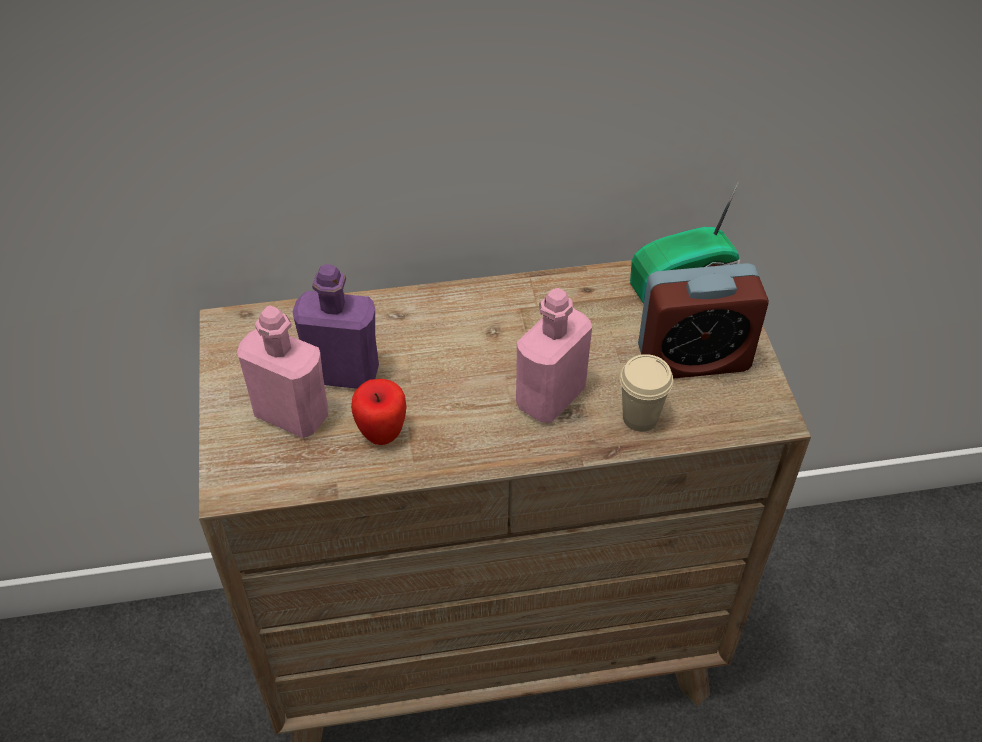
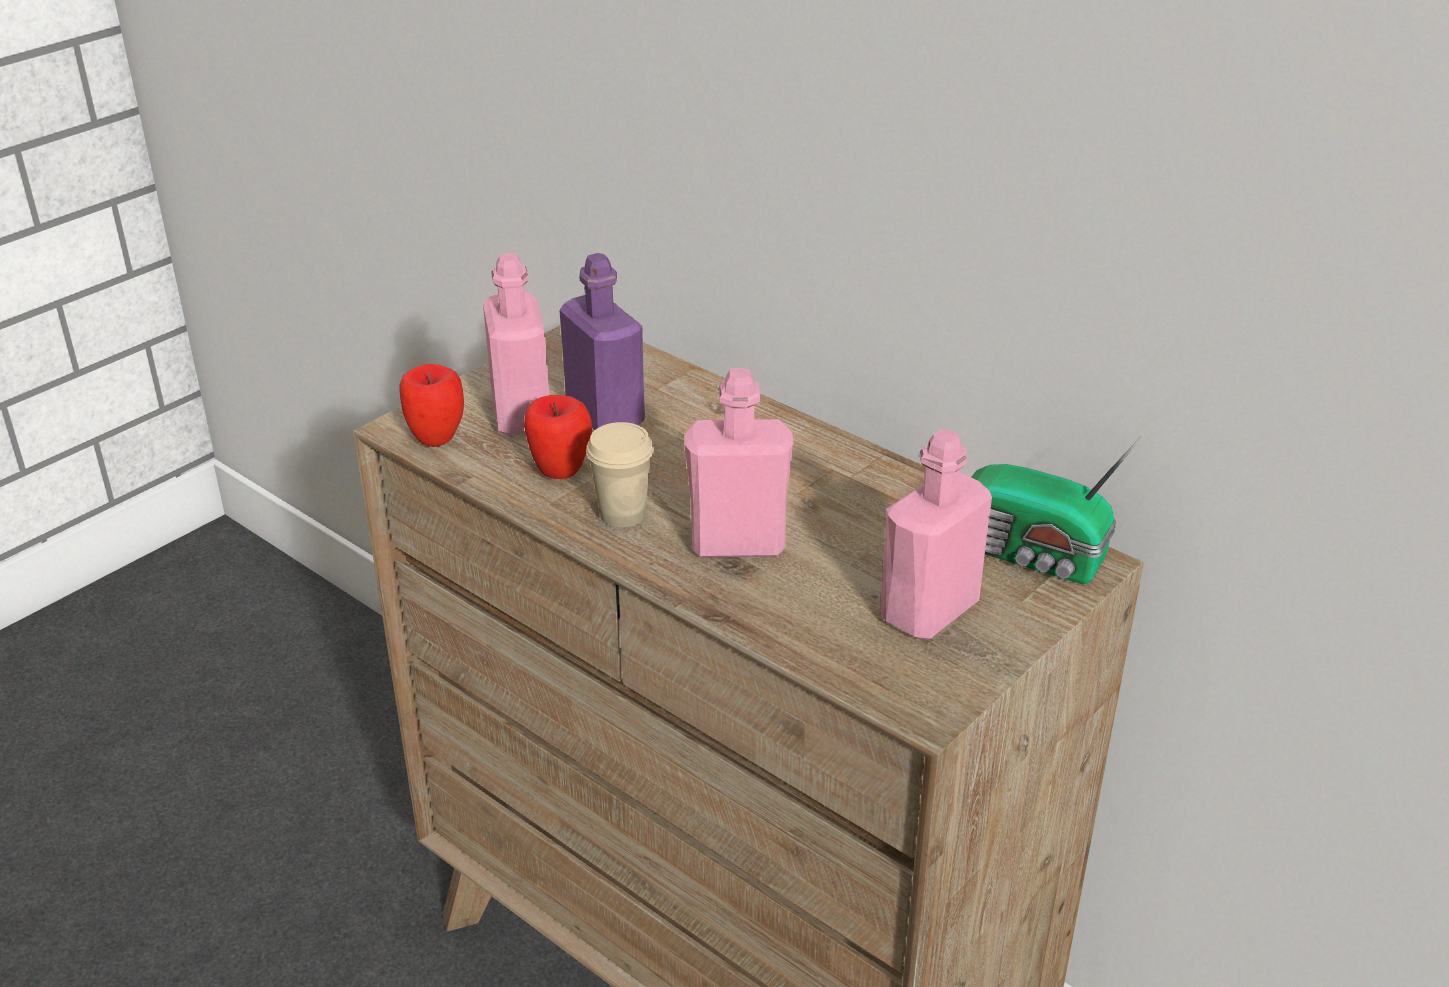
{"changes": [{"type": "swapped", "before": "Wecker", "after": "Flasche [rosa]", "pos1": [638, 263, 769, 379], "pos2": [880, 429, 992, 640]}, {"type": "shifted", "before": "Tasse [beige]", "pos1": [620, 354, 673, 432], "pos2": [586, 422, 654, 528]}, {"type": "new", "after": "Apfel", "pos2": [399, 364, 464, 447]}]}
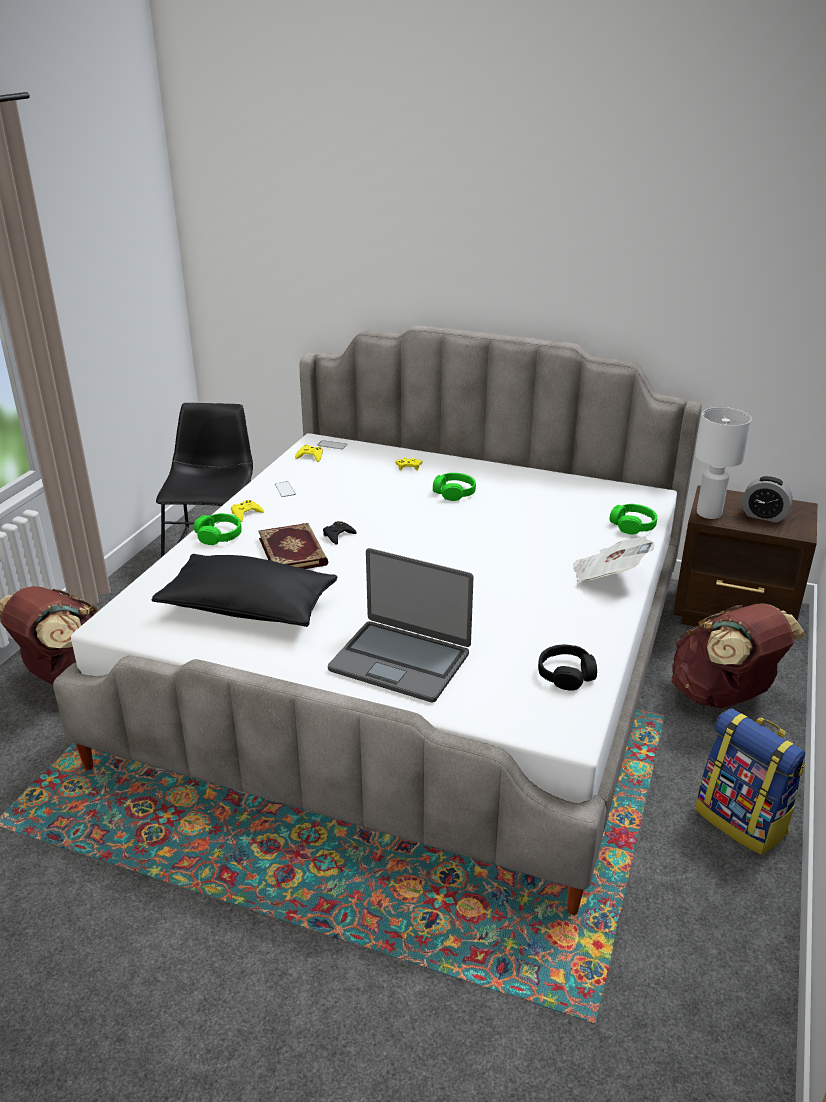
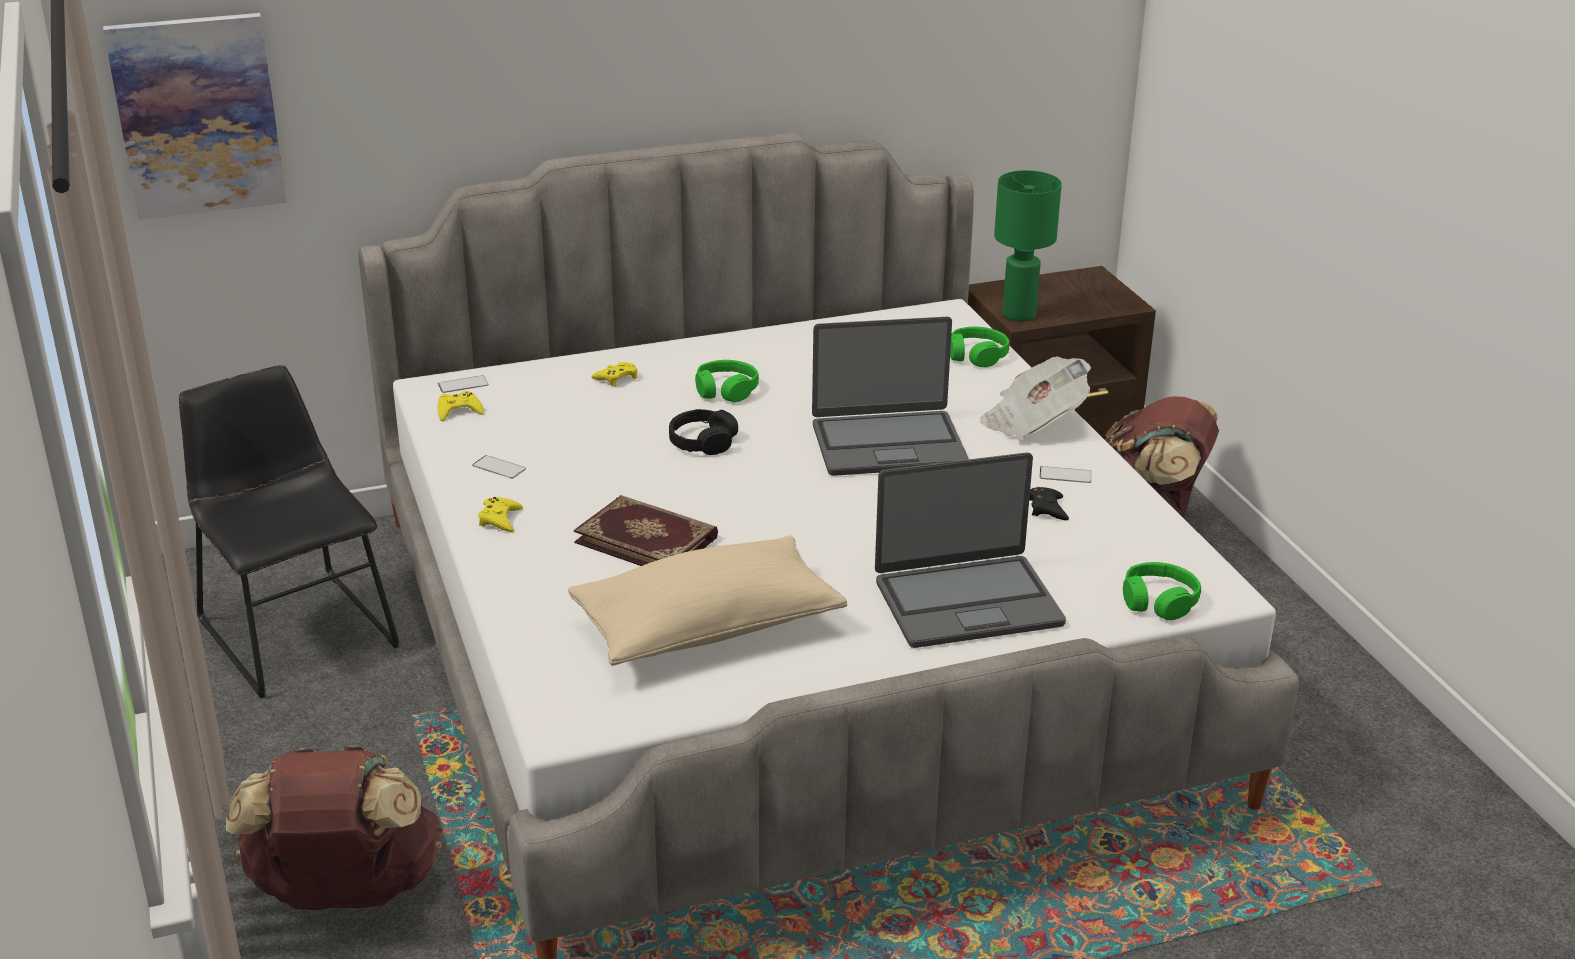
{"changes": [{"type": "repainted", "before": "Tischlampe [weiß]", "after": "Tischlampe [grün]", "pos1": [695, 407, 752, 519], "pos2": [994, 170, 1062, 321]}, {"type": "gone", "before": "Wecker", "pos1": [742, 476, 793, 523]}, {"type": "shifted", "before": "Kopfhörer [grün]", "pos1": [194, 513, 242, 545], "pos2": [1123, 562, 1201, 620]}, {"type": "shifted", "before": "Gamepad [schwarz]", "pos1": [323, 521, 357, 545], "pos2": [1029, 487, 1069, 520]}, {"type": "repainted", "before": "Kissen [schwarz]", "after": "Kissen [beige]", "pos1": [152, 554, 337, 627], "pos2": [568, 535, 847, 666]}, {"type": "shifted", "before": "Kopfhörer [schwarz]", "pos1": [538, 645, 597, 691], "pos2": [669, 409, 738, 455]}, {"type": "gone", "before": "Rucksack", "pos1": [695, 708, 806, 855]}, {"type": "new", "after": "Bild", "pos2": [103, 13, 287, 220]}, {"type": "new", "after": "Laptop", "pos2": [812, 317, 969, 476]}, {"type": "new", "after": "Handy", "pos2": [1039, 466, 1092, 483]}]}
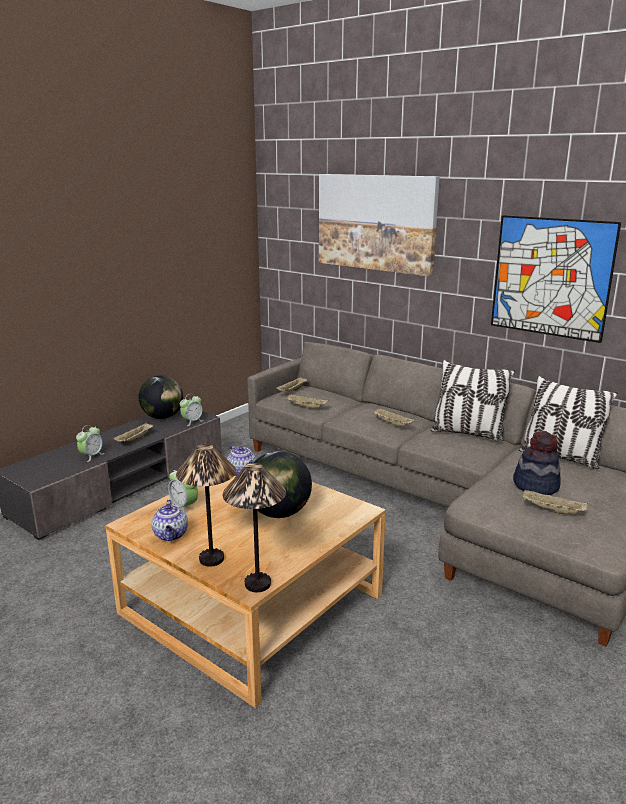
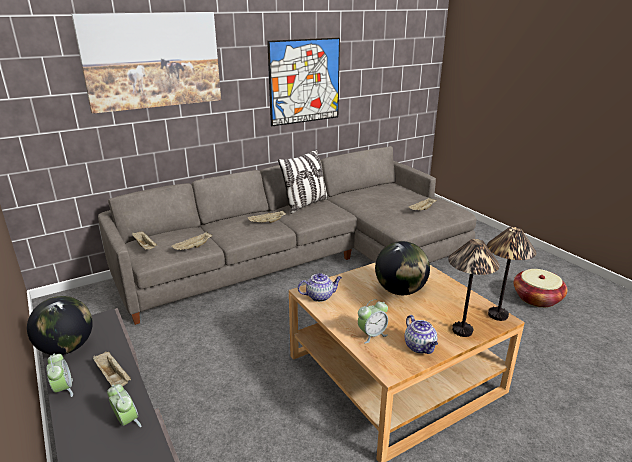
{"changes": [{"type": "gone", "before": "Kissen", "pos1": [518, 376, 618, 470]}, {"type": "shifted", "before": "Wecker", "pos1": [180, 394, 204, 426], "pos2": [47, 353, 73, 397]}, {"type": "gone", "before": "Hut", "pos1": [513, 431, 560, 495]}, {"type": "rotated", "before": "Teekanne", "pos1": [151, 500, 188, 541], "pos2": [404, 315, 438, 354], "turn": 60}, {"type": "new", "after": "Korb", "pos2": [514, 269, 568, 308]}]}
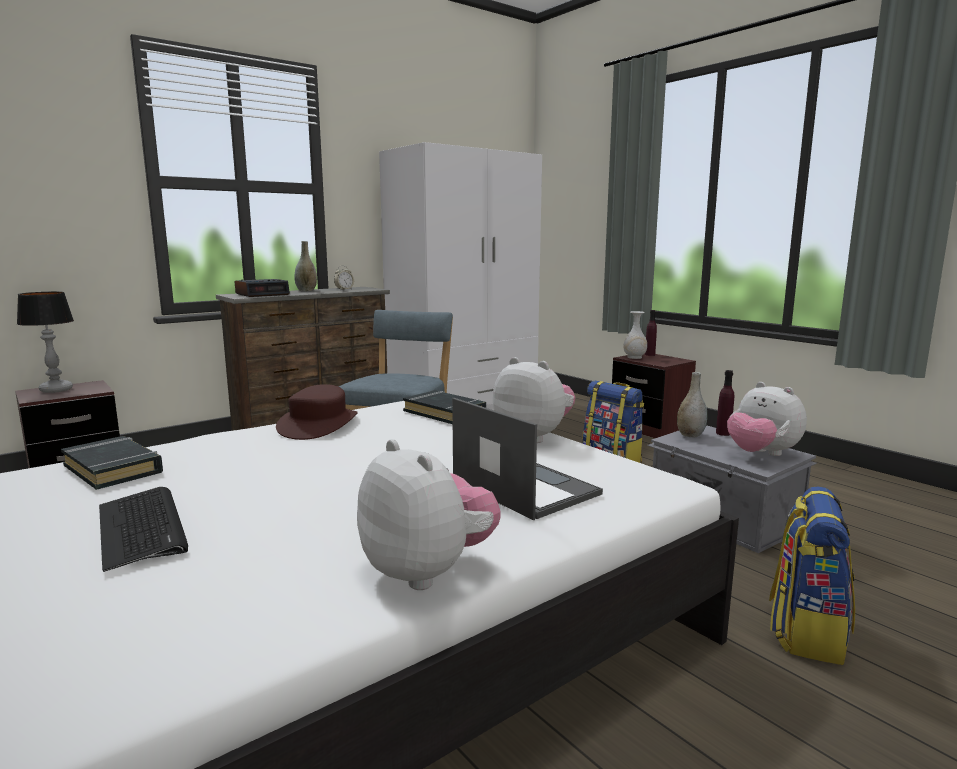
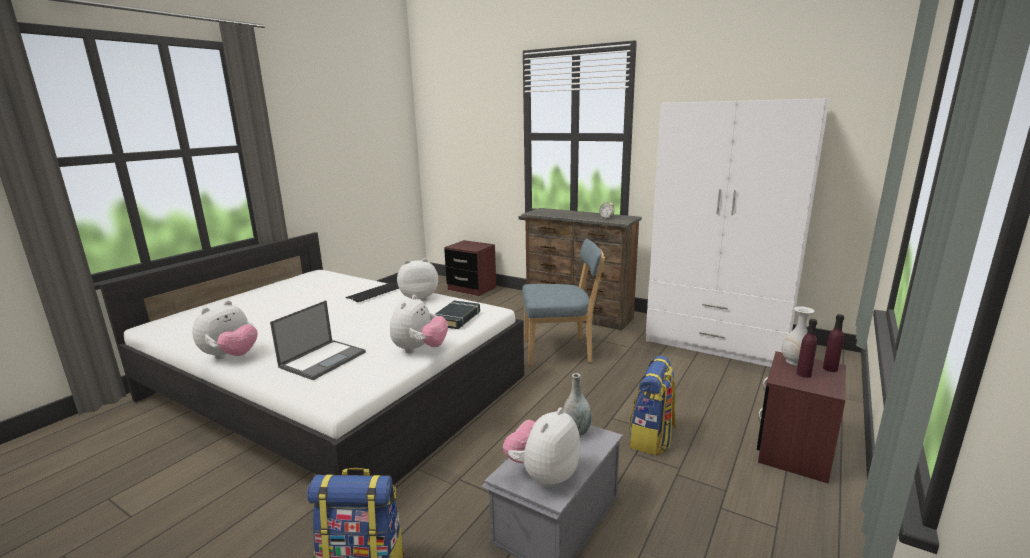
{"changes": [{"type": "gone", "before": "Vase [grau]", "pos1": [294, 241, 317, 291]}, {"type": "gone", "before": "Wecker", "pos1": [235, 279, 290, 297]}, {"type": "gone", "before": "Tischlampe", "pos1": [17, 292, 74, 393]}, {"type": "shifted", "before": "Flasche [lila]", "pos1": [716, 370, 734, 436], "pos2": [797, 319, 817, 378]}, {"type": "swapped", "before": "Hut [braun]", "after": "Plüschtier", "pos1": [276, 384, 358, 440], "pos2": [397, 258, 438, 301]}, {"type": "gone", "before": "Buch [schwarz]", "pos1": [61, 436, 163, 490]}, {"type": "shifted", "before": "Tastatur", "pos1": [99, 487, 188, 572], "pos2": [345, 283, 399, 302]}]}
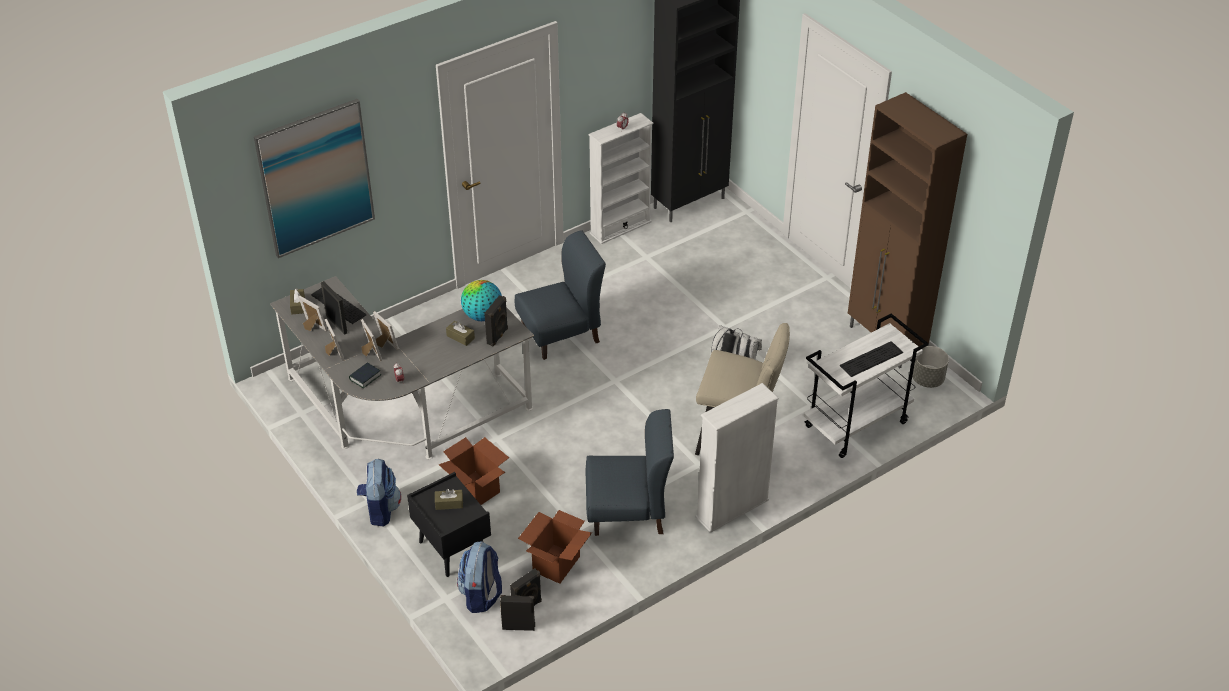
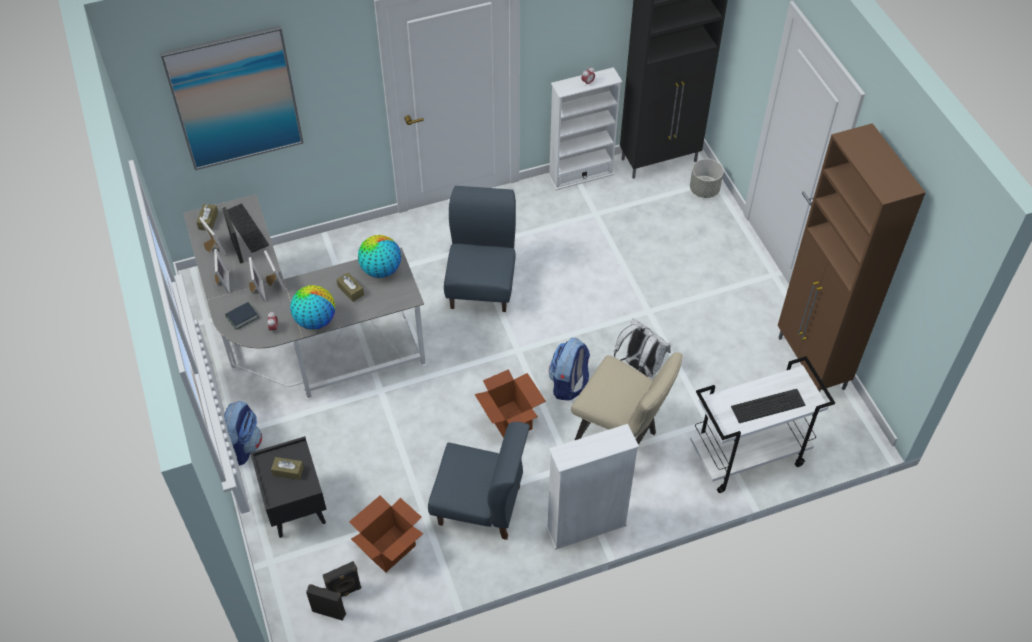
{"changes": [{"type": "rotated", "before": "Stuhl [blau]", "pos1": [515, 230, 606, 360], "pos2": [444, 186, 516, 312], "turn": -75}, {"type": "gone", "before": "Lautsprecher [schwarz]", "pos1": [485, 295, 508, 346]}, {"type": "shifted", "before": "Pflanzkübel [grau]", "pos1": [912, 346, 949, 388], "pos2": [690, 159, 724, 198]}, {"type": "shifted", "before": "Karton", "pos1": [439, 437, 509, 505], "pos2": [475, 369, 546, 438]}, {"type": "shifted", "before": "Rucksack", "pos1": [457, 542, 502, 613], "pos2": [549, 338, 590, 400]}, {"type": "new", "after": "Globus", "pos2": [290, 285, 335, 329]}]}
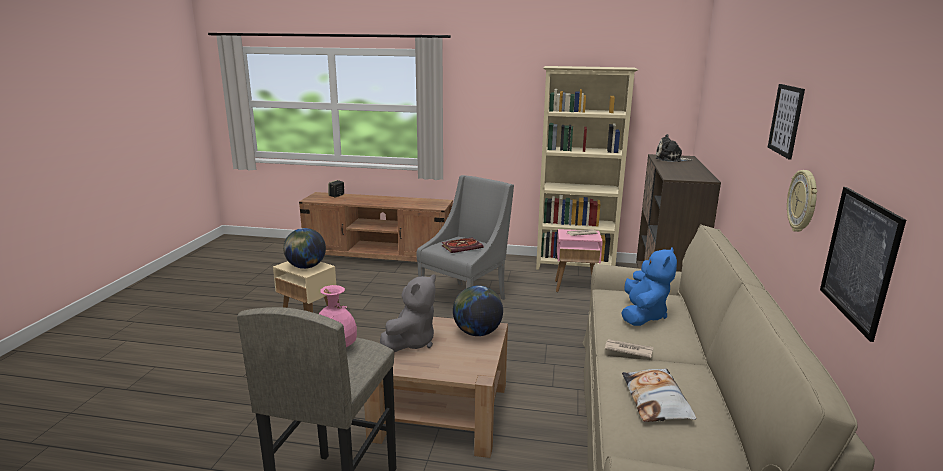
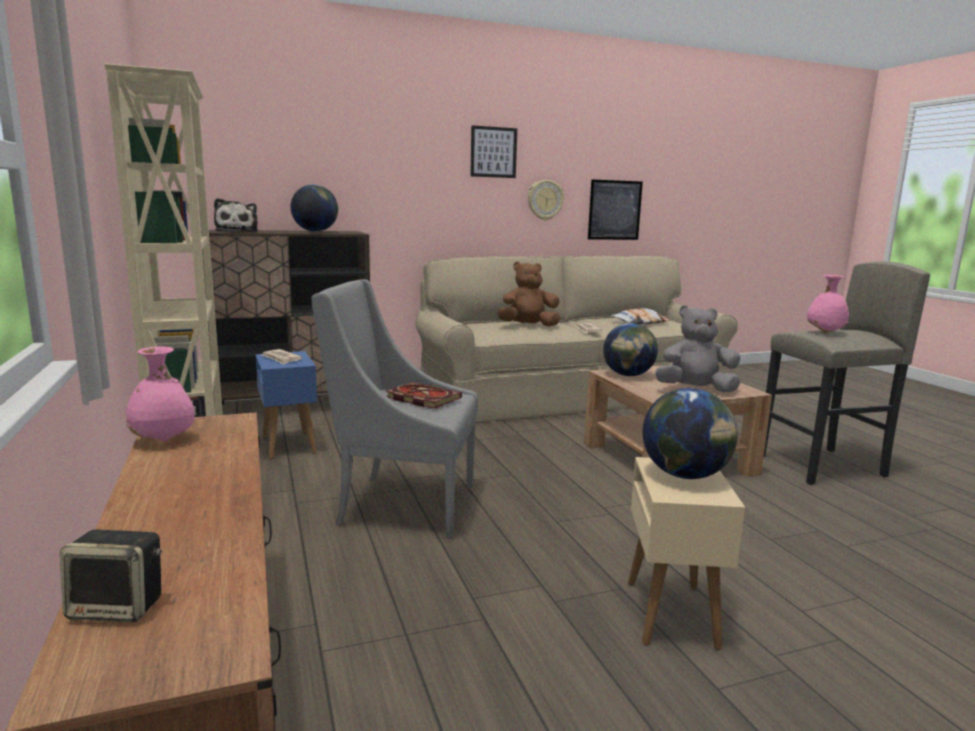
{"changes": [{"type": "repainted", "before": "Beistelltisch [rosa]", "after": "Beistelltisch [blau]", "pos1": [555, 229, 603, 292], "pos2": [256, 351, 318, 459]}, {"type": "repainted", "before": "Plüschtier [blau]", "after": "Plüschtier [braun]", "pos1": [621, 247, 677, 326], "pos2": [497, 262, 560, 327]}, {"type": "new", "after": "Globus", "pos2": [291, 185, 338, 232]}, {"type": "new", "after": "Vase [rosa]", "pos2": [126, 346, 195, 441]}]}
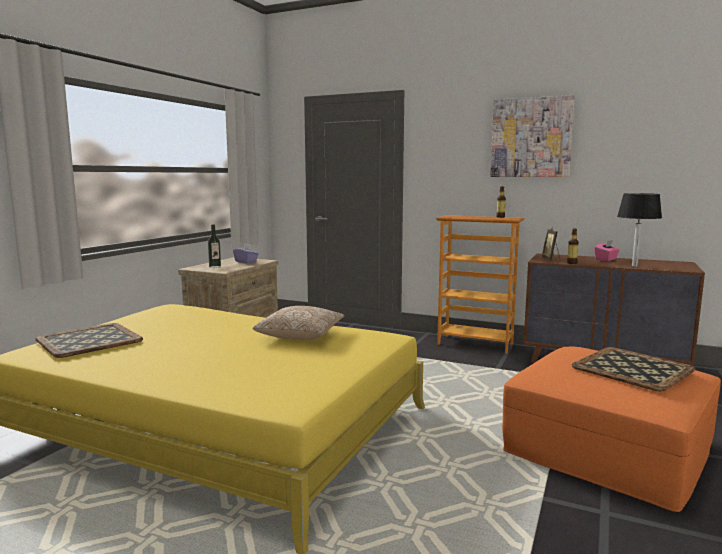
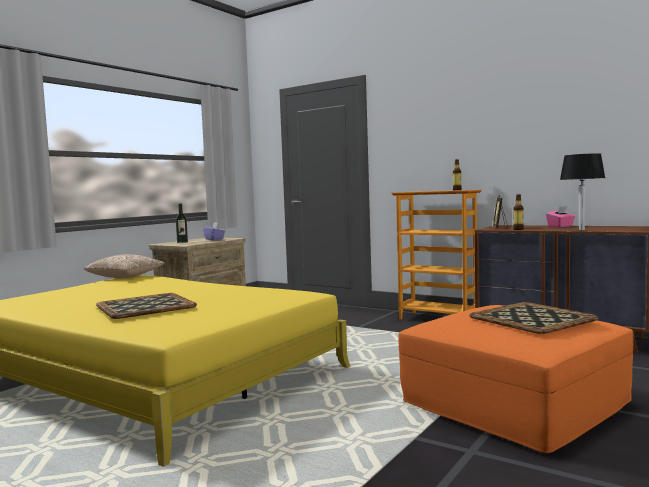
{"changes": [{"type": "gone", "before": "Bild", "pos1": [490, 95, 575, 177]}, {"type": "shifted", "before": "Kissen", "pos1": [253, 306, 345, 340], "pos2": [84, 254, 165, 278]}, {"type": "shifted", "before": "Tablett", "pos1": [36, 323, 143, 358], "pos2": [96, 293, 197, 319]}]}
